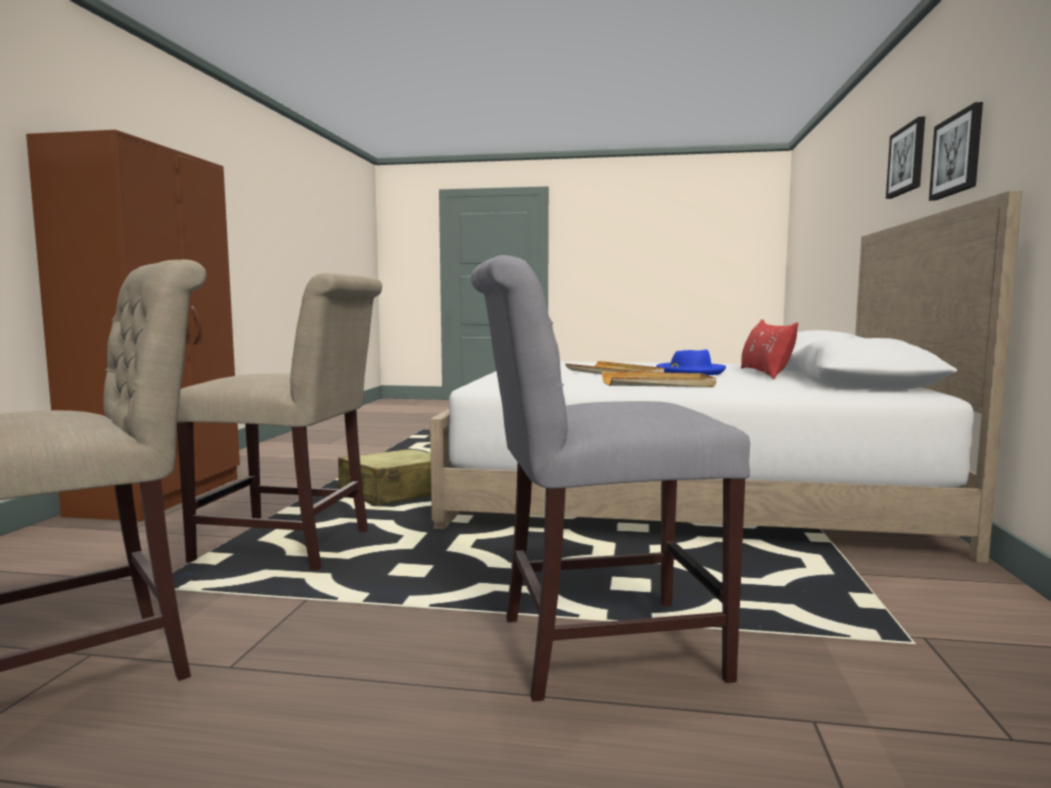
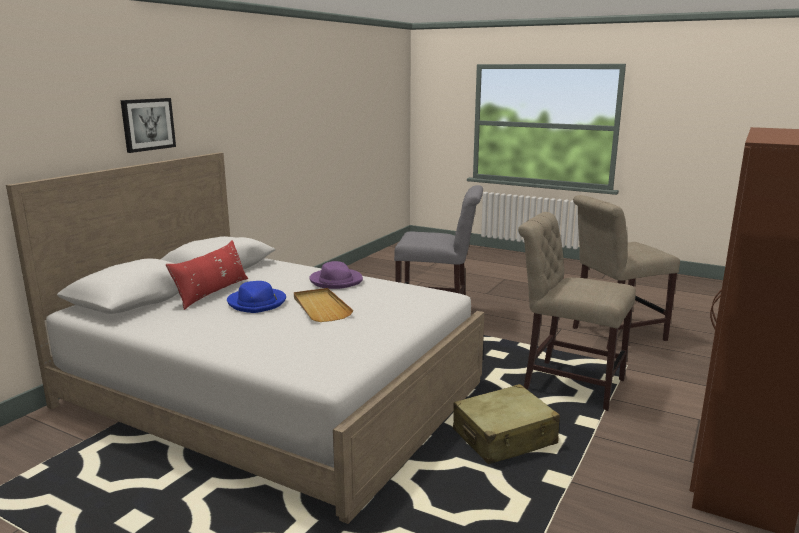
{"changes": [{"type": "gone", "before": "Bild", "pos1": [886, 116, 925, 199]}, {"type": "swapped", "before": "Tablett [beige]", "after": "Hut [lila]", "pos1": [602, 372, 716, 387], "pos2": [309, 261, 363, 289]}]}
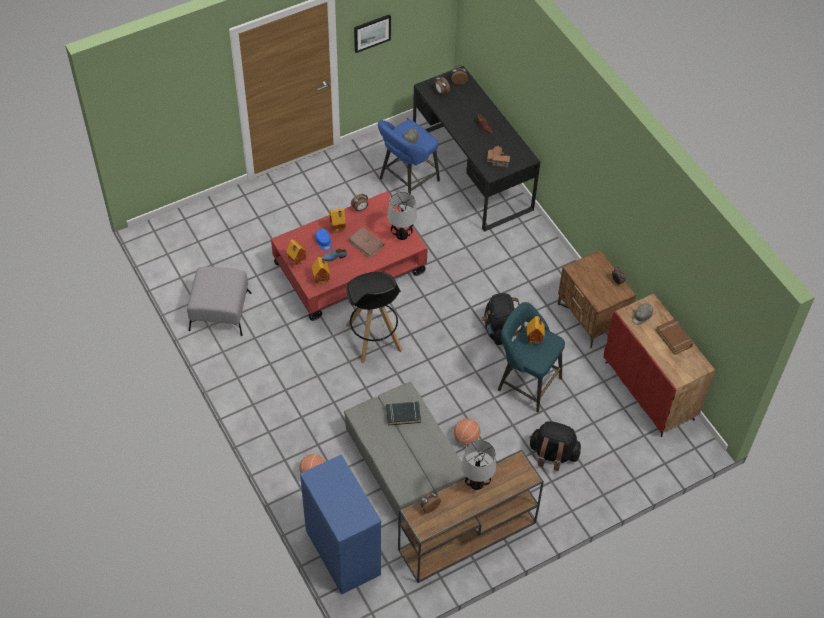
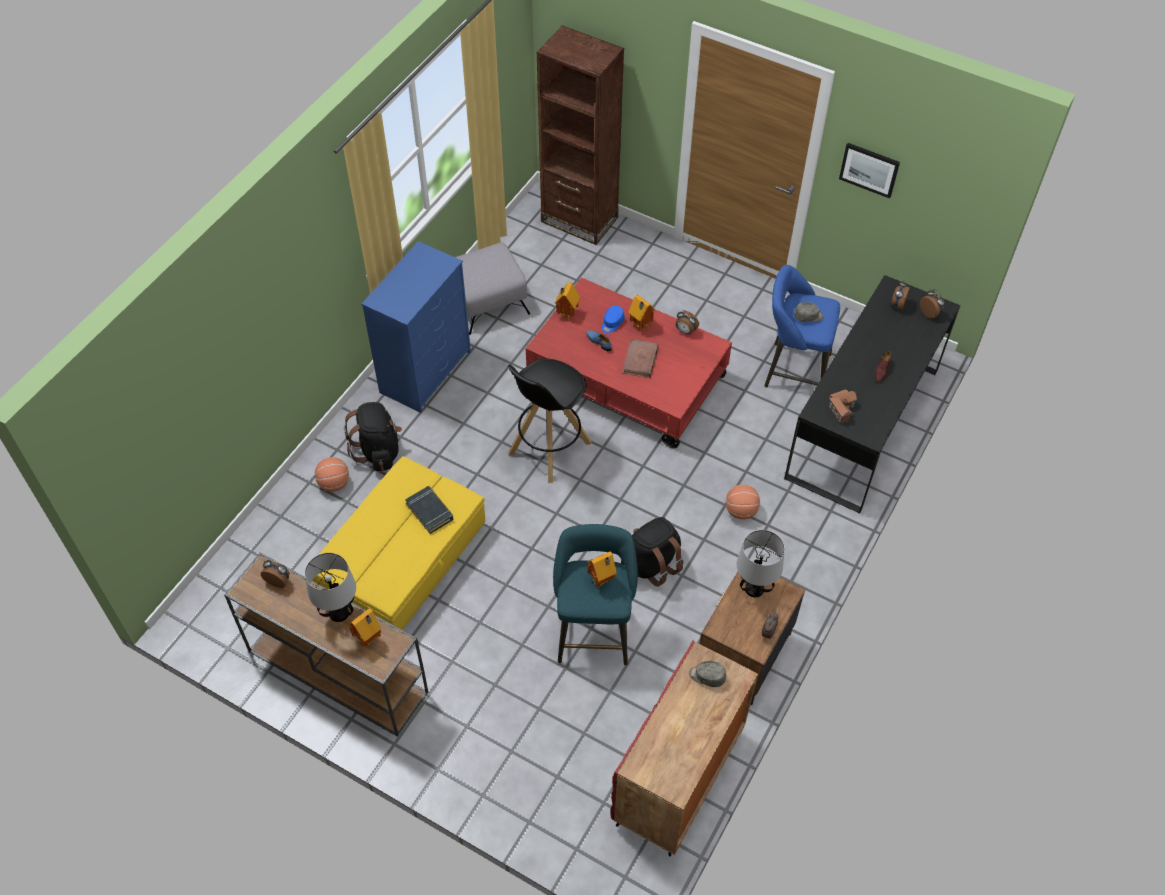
{"changes": [{"type": "shifted", "before": "Tischlampe", "pos1": [387, 192, 417, 240], "pos2": [737, 530, 785, 597]}, {"type": "shifted", "before": "Spielzeughaus", "pos1": [312, 257, 330, 284], "pos2": [348, 608, 381, 647]}, {"type": "gone", "before": "Buch [braun]", "pos1": [656, 319, 693, 355]}, {"type": "repainted", "before": "Polsterhocker [grau]", "after": "Polsterhocker [gelb]", "pos1": [344, 382, 466, 521], "pos2": [312, 456, 485, 630]}, {"type": "shifted", "before": "Basketball", "pos1": [454, 418, 481, 446], "pos2": [726, 485, 760, 519]}, {"type": "shifted", "before": "Rucksack [schwarz]", "pos1": [529, 421, 581, 471], "pos2": [344, 402, 402, 471]}, {"type": "shifted", "before": "Kommode [blau]", "pos1": [300, 454, 382, 594], "pos2": [361, 241, 471, 413]}, {"type": "new", "after": "Bücherregal [braun]", "pos2": [537, 25, 624, 245]}]}
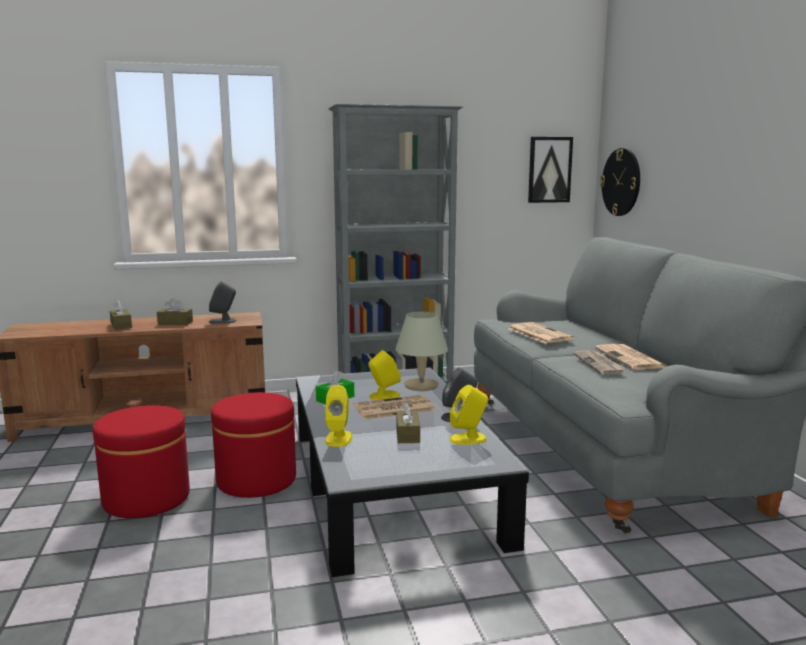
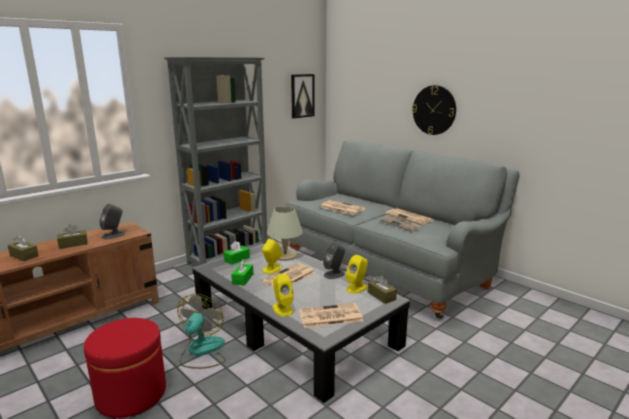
{"changes": [{"type": "shifted", "before": "Wanduhr", "pos1": [600, 148, 640, 216], "pos2": [412, 85, 456, 135]}, {"type": "swapped", "before": "Polsterhocker [rot]", "after": "Ventilator", "pos1": [211, 392, 296, 498], "pos2": [178, 294, 226, 369]}, {"type": "shifted", "before": "Taschentuchbox [braun]", "pos1": [396, 402, 420, 443], "pos2": [368, 275, 397, 304]}, {"type": "new", "after": "Taschentuchbox [grün]", "pos2": [224, 241, 250, 265]}, {"type": "new", "after": "Zeitung", "pos2": [299, 303, 363, 328]}]}
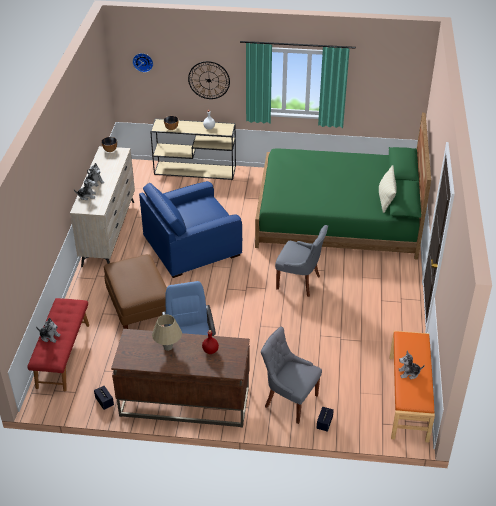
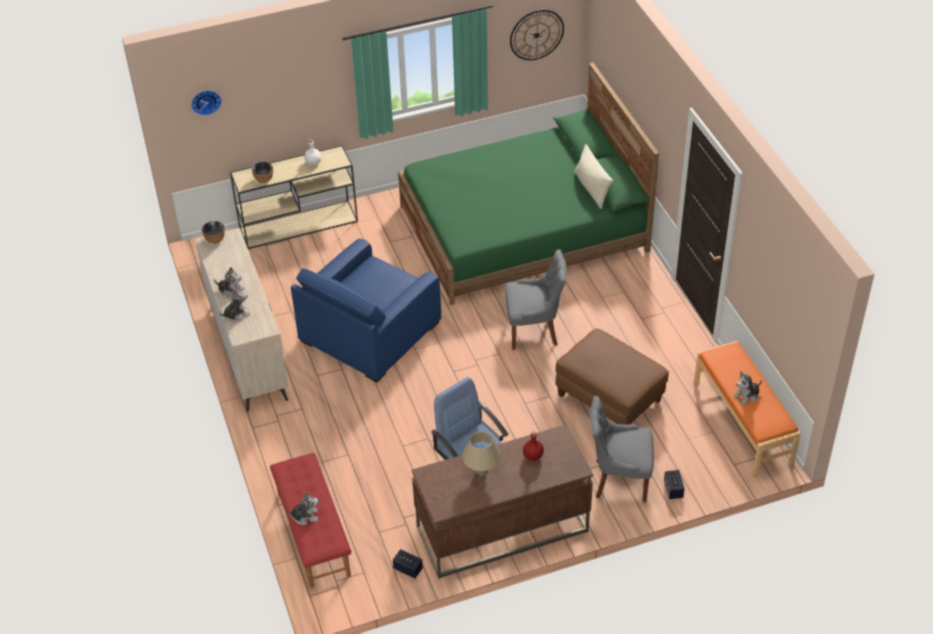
{"changes": [{"type": "shifted", "before": "Wanduhr", "pos1": [188, 61, 230, 99], "pos2": [510, 10, 564, 60]}, {"type": "shifted", "before": "Polsterhocker [braun]", "pos1": [104, 254, 167, 329], "pos2": [556, 328, 669, 425]}]}
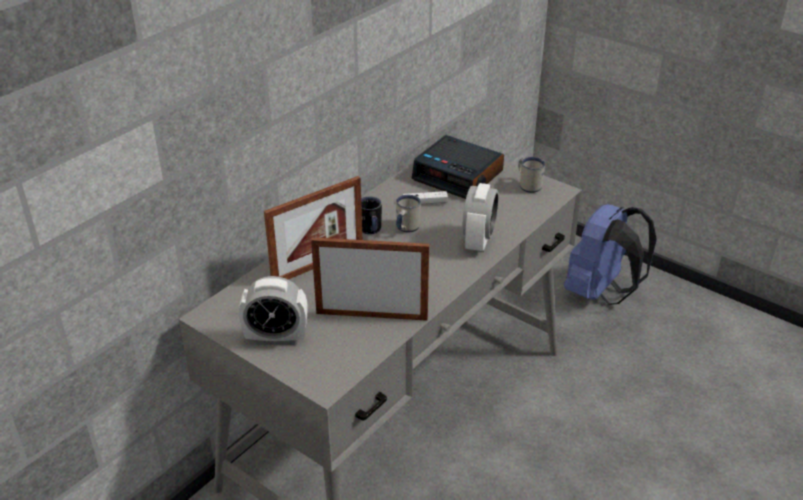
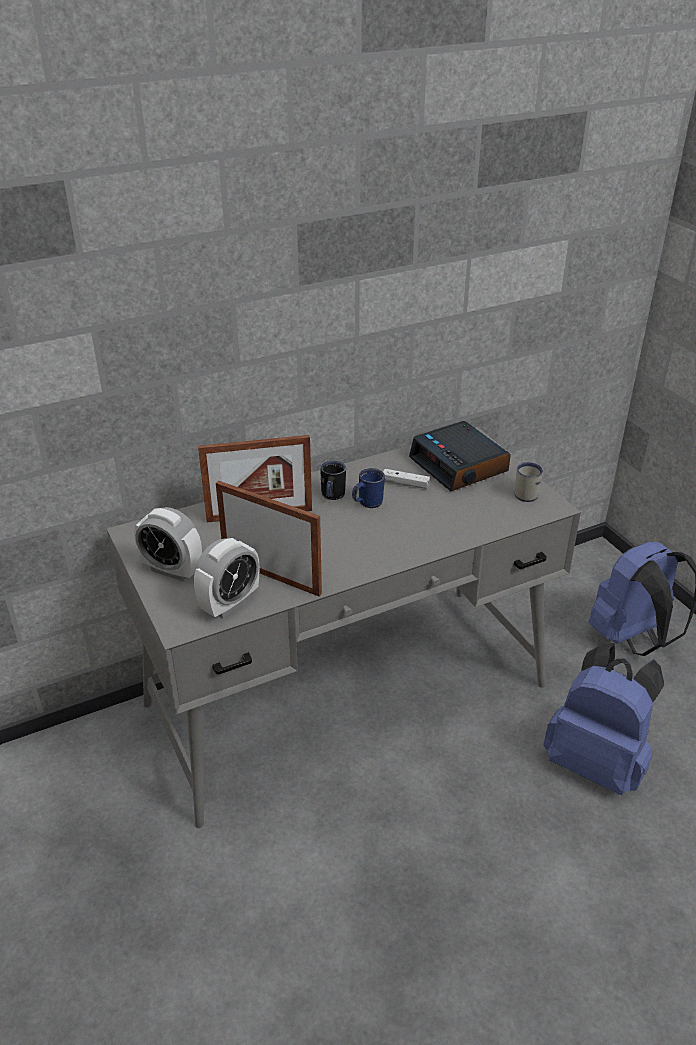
{"changes": [{"type": "shifted", "before": "Wecker", "pos1": [462, 183, 499, 252], "pos2": [194, 538, 259, 618]}, {"type": "repainted", "before": "Henkelbecher [weiß]", "after": "Henkelbecher [blau]", "pos1": [396, 195, 421, 233], "pos2": [352, 468, 385, 508]}, {"type": "new", "after": "Rucksack [blau]", "pos2": [543, 643, 664, 795]}]}
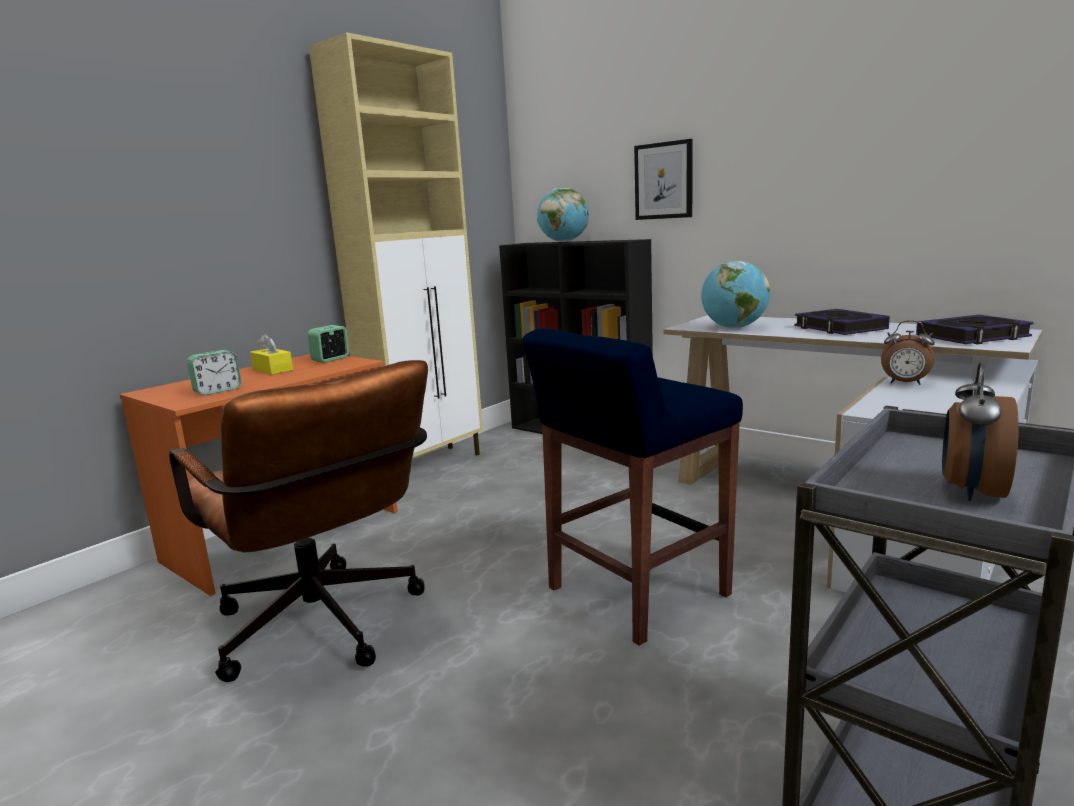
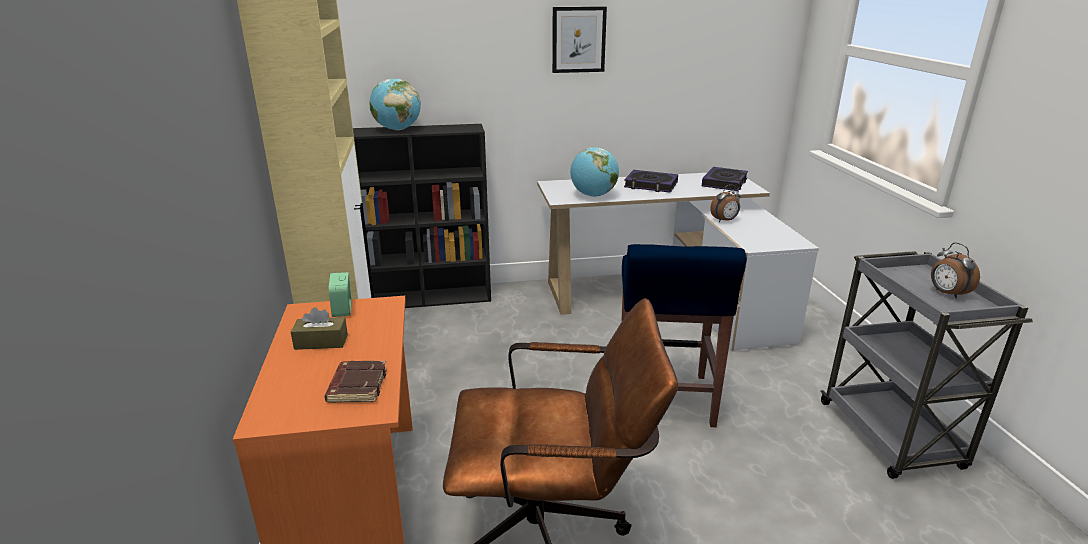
{"changes": [{"type": "shifted", "before": "Bild", "pos1": [634, 139, 693, 220], "pos2": [552, 6, 607, 73]}, {"type": "repainted", "before": "Taschentuchbox [gelb]", "after": "Taschentuchbox [braun]", "pos1": [250, 334, 293, 375], "pos2": [291, 307, 348, 350]}, {"type": "swapped", "before": "Wecker", "after": "Buch [braun]", "pos1": [187, 350, 242, 395], "pos2": [324, 361, 387, 403]}]}
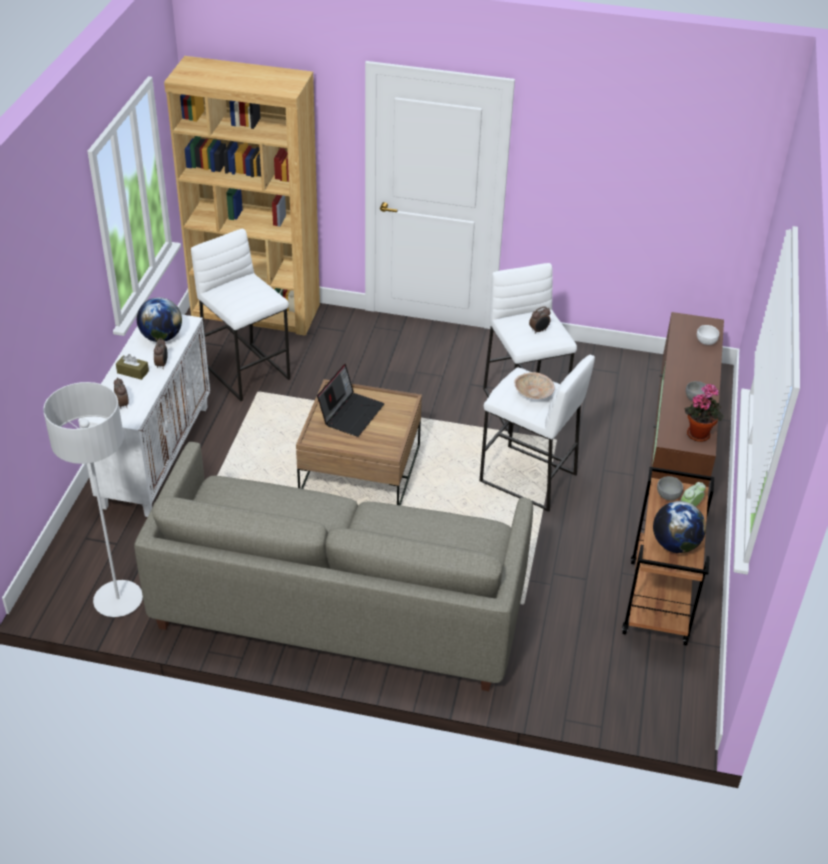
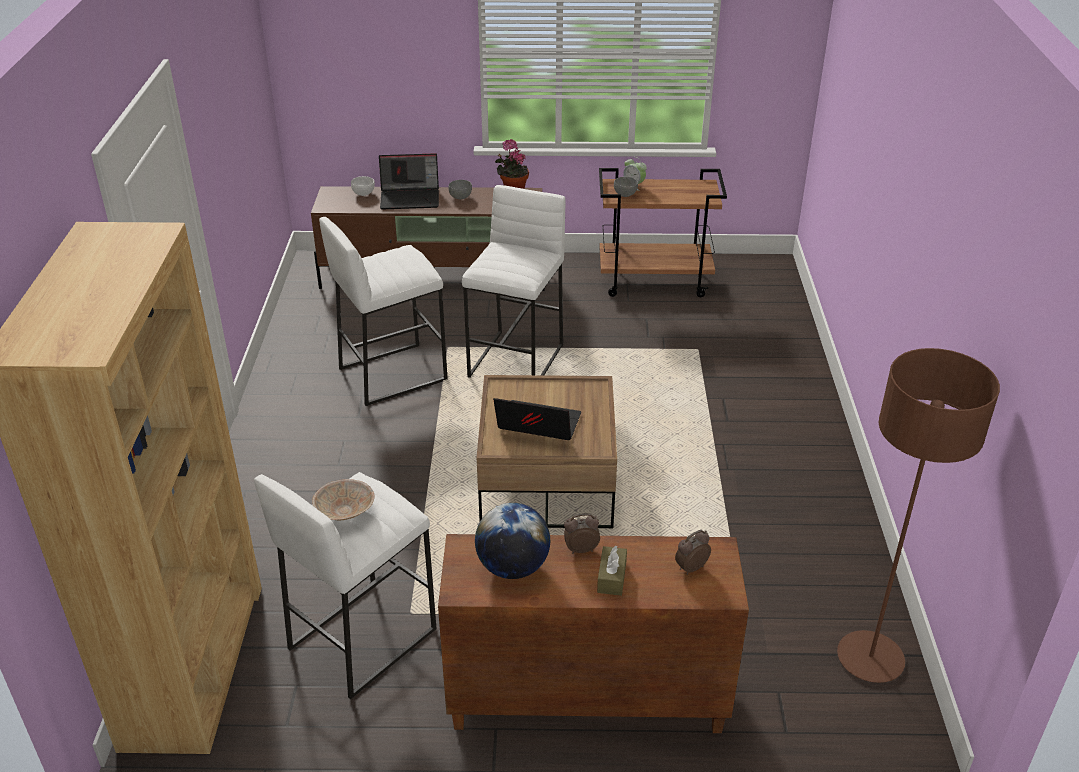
{"changes": [{"type": "gone", "before": "Wecker", "pos1": [529, 306, 551, 334]}, {"type": "repainted", "before": "Schrank [weiß]", "after": "Schrank [braun]", "pos1": [78, 314, 210, 517], "pos2": [438, 534, 749, 733]}, {"type": "shifted", "before": "Schüssel [beige]", "pos1": [514, 372, 555, 399], "pos2": [312, 479, 375, 520]}, {"type": "repainted", "before": "Stehlampe [grau]", "after": "Stehlampe [braun]", "pos1": [43, 382, 143, 617], "pos2": [837, 348, 1000, 683]}, {"type": "gone", "before": "Sofa [grau]", "pos1": [134, 442, 533, 691]}, {"type": "gone", "before": "Globus", "pos1": [653, 501, 706, 553]}, {"type": "new", "after": "Laptop", "pos2": [379, 153, 439, 210]}]}
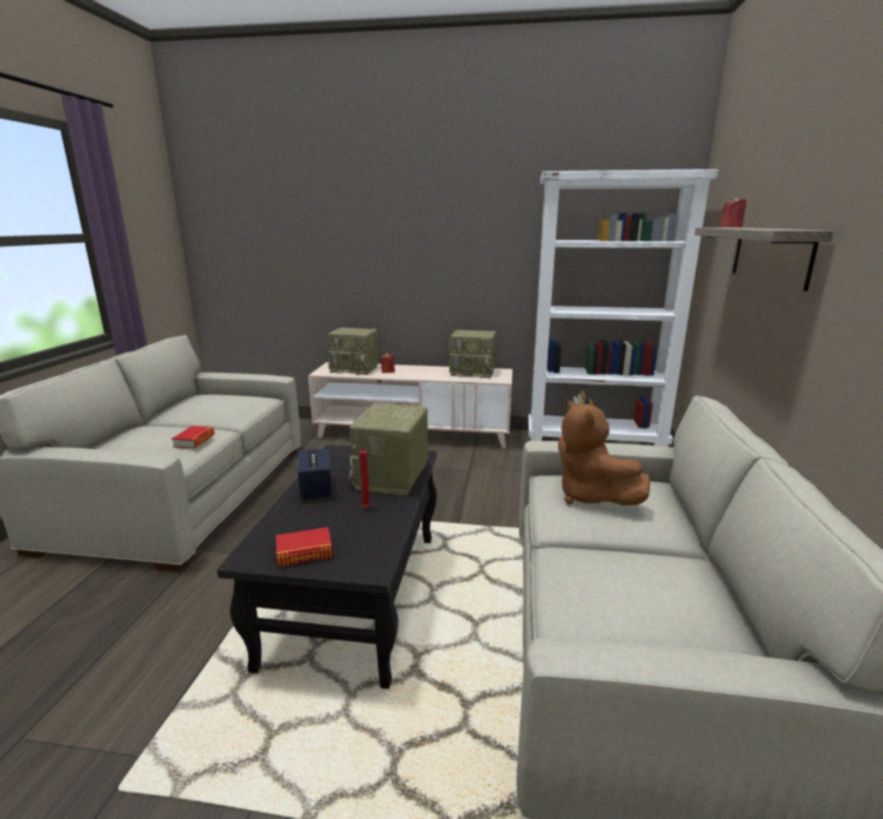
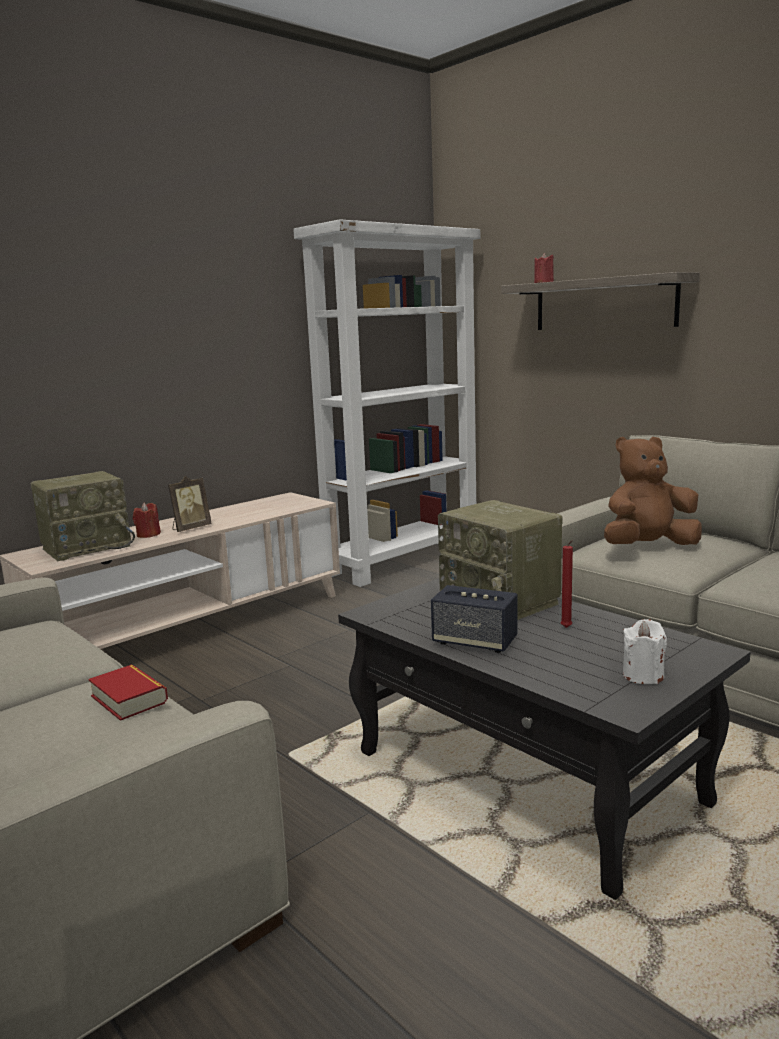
{"changes": [{"type": "gone", "before": "Radio", "pos1": [449, 330, 496, 378]}, {"type": "rotated", "before": "Plüschtier [braun]", "pos1": [558, 400, 650, 506], "pos2": [604, 437, 702, 545], "turn": 150}, {"type": "swapped", "before": "Buch", "after": "Kerze [weiß]", "pos1": [276, 527, 333, 567], "pos2": [623, 619, 667, 684]}, {"type": "new", "after": "Bilderrahmen", "pos2": [168, 476, 212, 532]}]}
